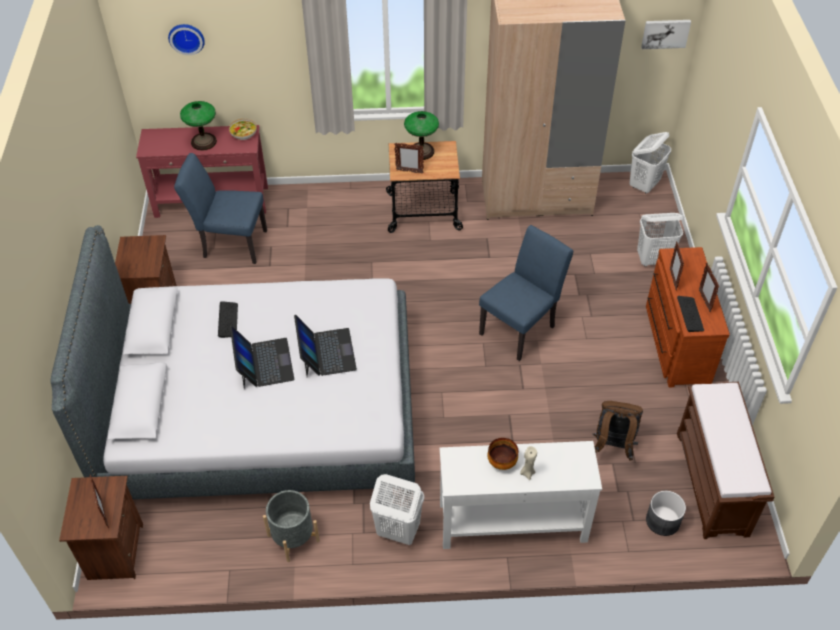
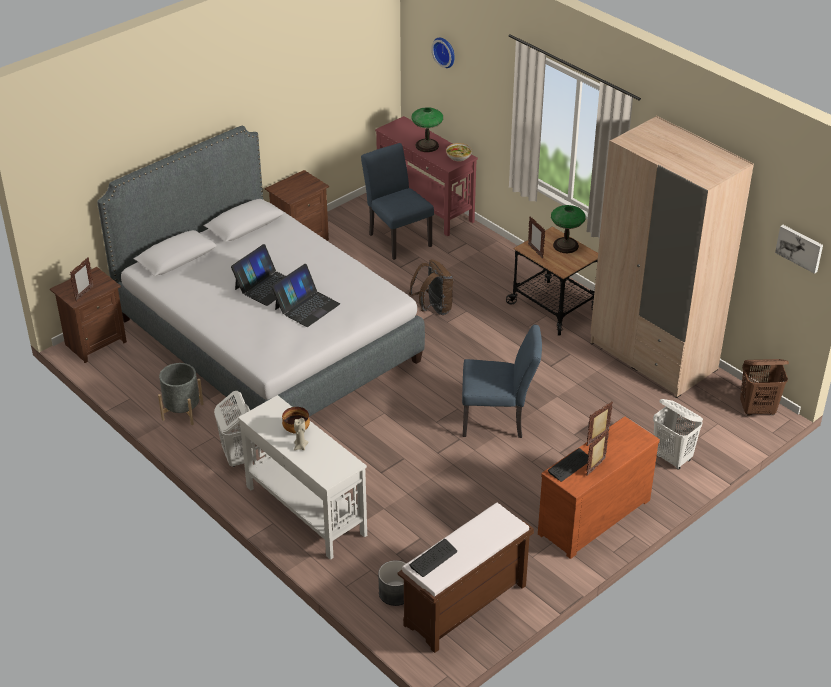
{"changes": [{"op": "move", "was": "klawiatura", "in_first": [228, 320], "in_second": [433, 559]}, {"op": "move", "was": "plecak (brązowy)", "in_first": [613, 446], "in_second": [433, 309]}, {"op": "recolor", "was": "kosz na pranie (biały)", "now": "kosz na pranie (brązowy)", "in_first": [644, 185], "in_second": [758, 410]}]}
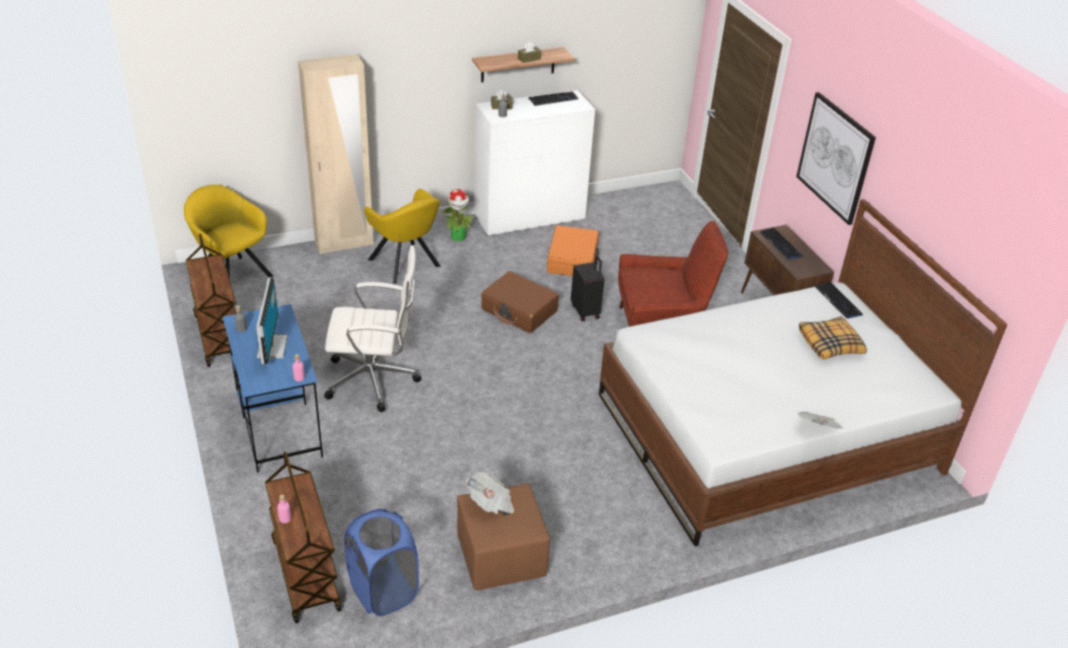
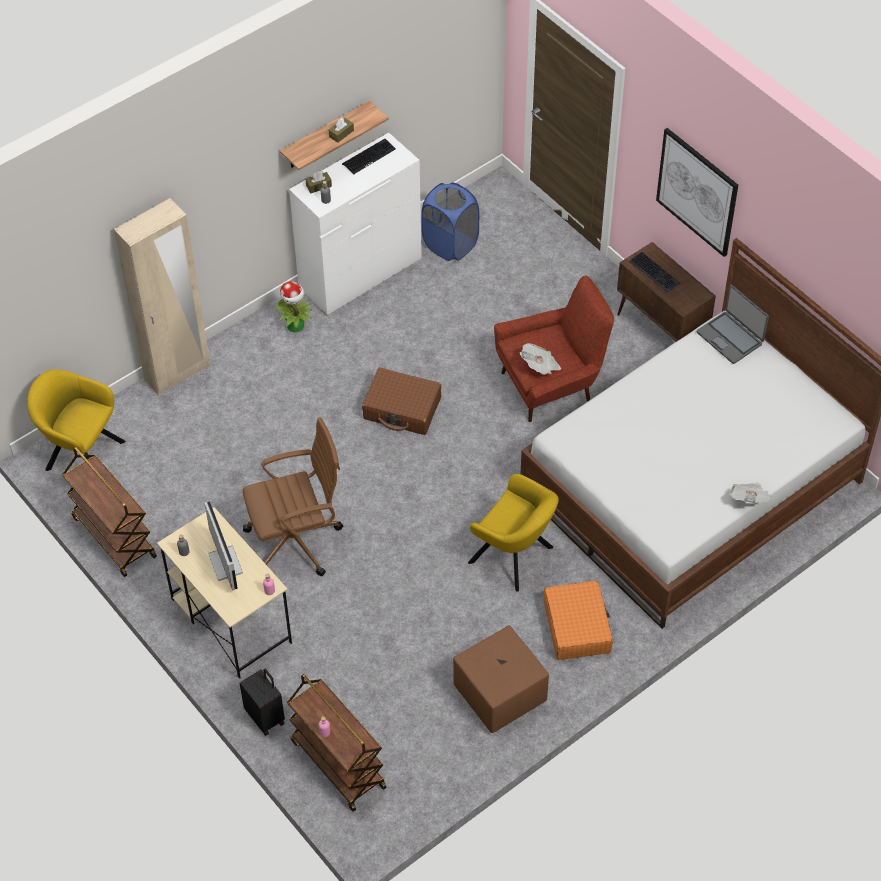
{"changes": [{"op": "delete", "was": "poduszka", "in_first": [830, 344]}, {"op": "move", "was": "kosz na pranie (niebieski)", "in_first": [383, 591], "in_second": [450, 244]}, {"op": "move", "was": "fotel (żółty)", "in_first": [406, 265], "in_second": [514, 557]}, {"op": "move", "was": "gazeta", "in_first": [490, 503], "in_second": [540, 366]}, {"op": "move", "was": "walizka (pomarańczowy)", "in_first": [572, 260], "in_second": [577, 626]}, {"op": "move", "was": "walizka (czarny)", "in_first": [586, 311], "in_second": [266, 717]}, {"op": "replace", "was": "klawiatura", "now": "laptop", "in_first": [838, 301], "in_second": [730, 338]}, {"op": "recolor", "was": "biurko (niebieski)", "now": "biurko (beżowy)", "in_first": [278, 423], "in_second": [230, 620]}, {"op": "recolor", "was": "krzesło biurowe (biały)", "now": "krzesło biurowe (brązowy)", "in_first": [374, 380], "in_second": [297, 541]}]}
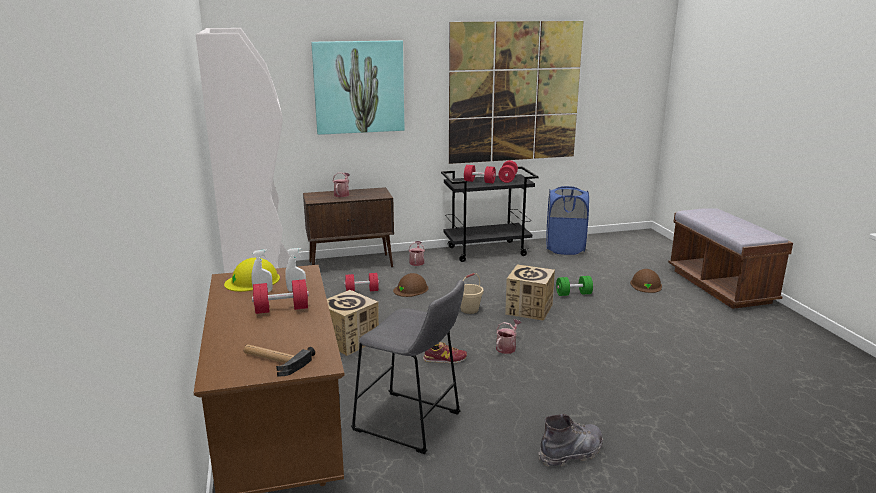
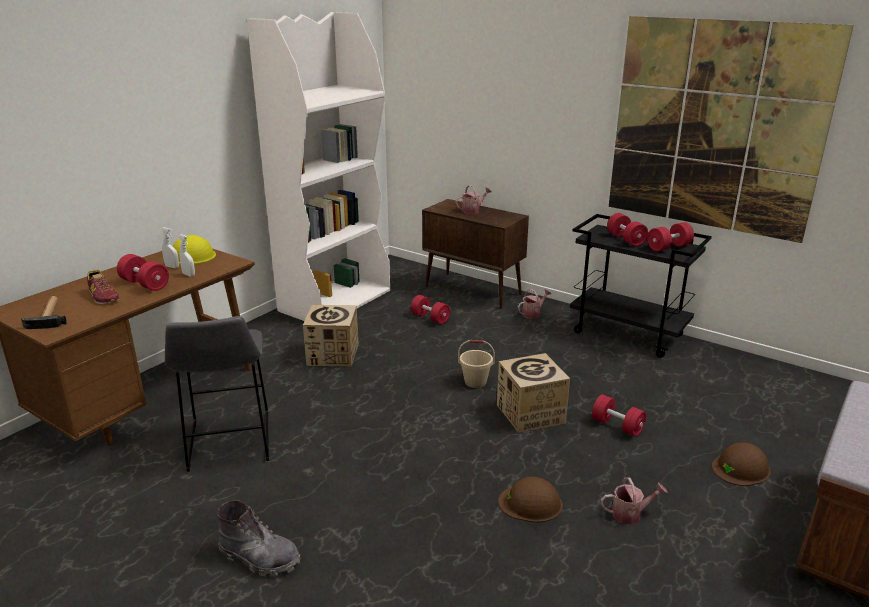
{"changes": [{"op": "delete", "was": "obraz", "in_first": [359, 87]}, {"op": "delete", "was": "kosz na pranie (niebieski)", "in_first": [565, 248]}, {"op": "move", "was": "kask (brązowy)", "in_first": [411, 289], "in_second": [530, 503]}, {"op": "move", "was": "but", "in_first": [445, 359], "in_second": [103, 296]}, {"op": "move", "was": "konewka", "in_first": [507, 347], "in_second": [630, 513]}, {"op": "recolor", "was": "hantel (zielony)", "now": "hantel (czerwony)", "in_first": [573, 294], "in_second": [617, 426]}]}
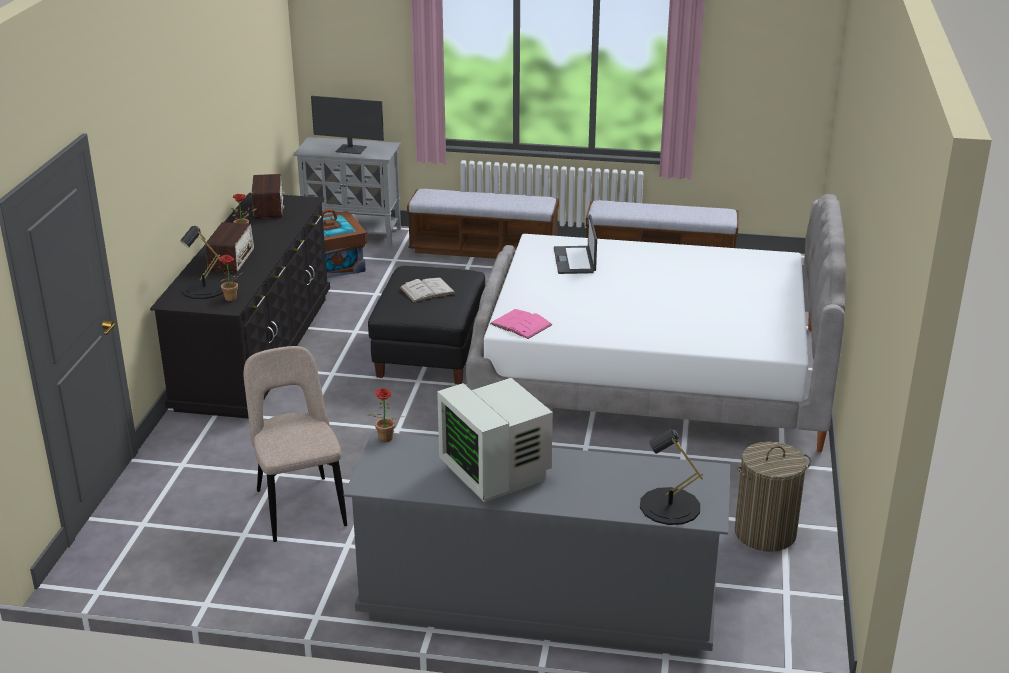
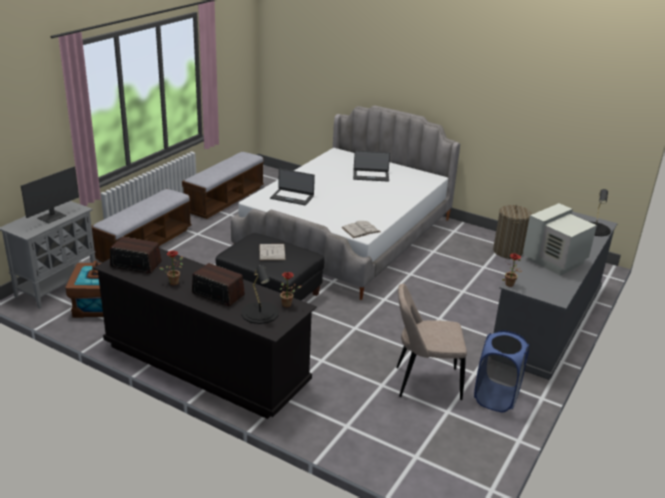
{"changes": [{"op": "insert", "now": "laptop", "in_second": [371, 176]}, {"op": "insert", "now": "kosz na pranie (niebieski)", "in_second": [496, 397]}, {"op": "recolor", "was": "książka (różowy)", "now": "książka (biały)", "in_first": [521, 324], "in_second": [360, 230]}, {"op": "rotate", "was": "monitor", "in_first": [497, 473], "in_second": [555, 261], "clockwise": 150}]}
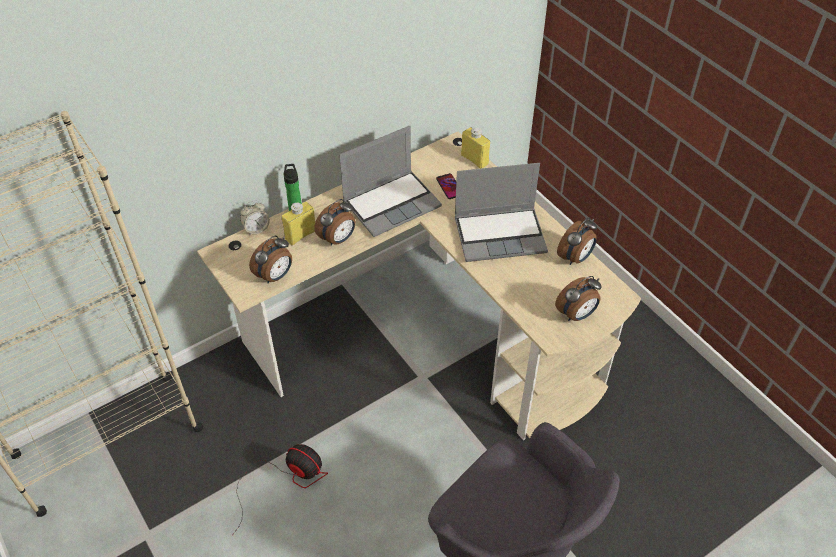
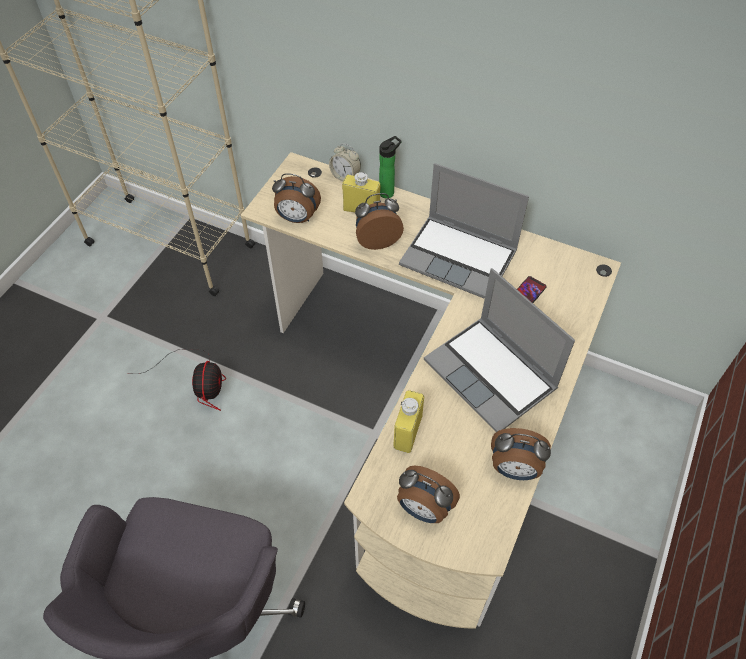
{"changes": [{"op": "move", "was": "butelka (żółty)", "in_first": [474, 159], "in_second": [407, 432]}, {"op": "rotate", "was": "budzik", "in_first": [338, 239], "in_second": [377, 240], "clockwise": 150}]}
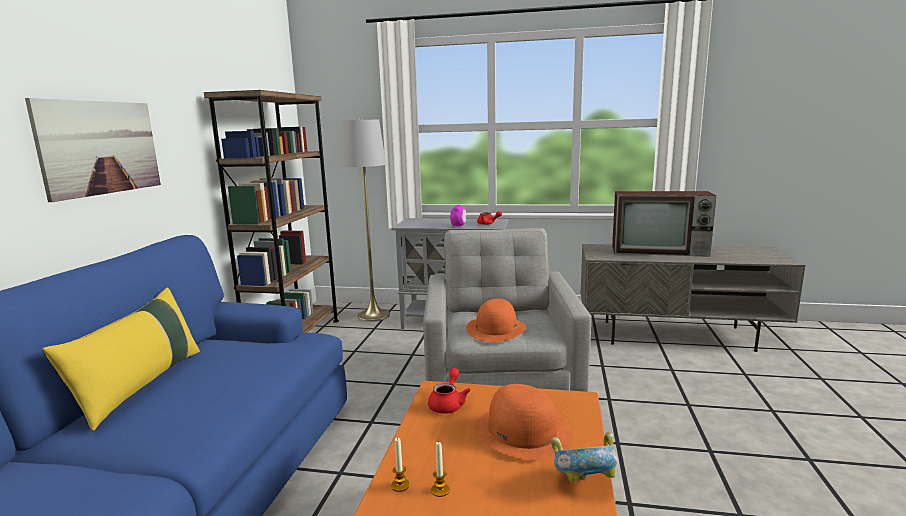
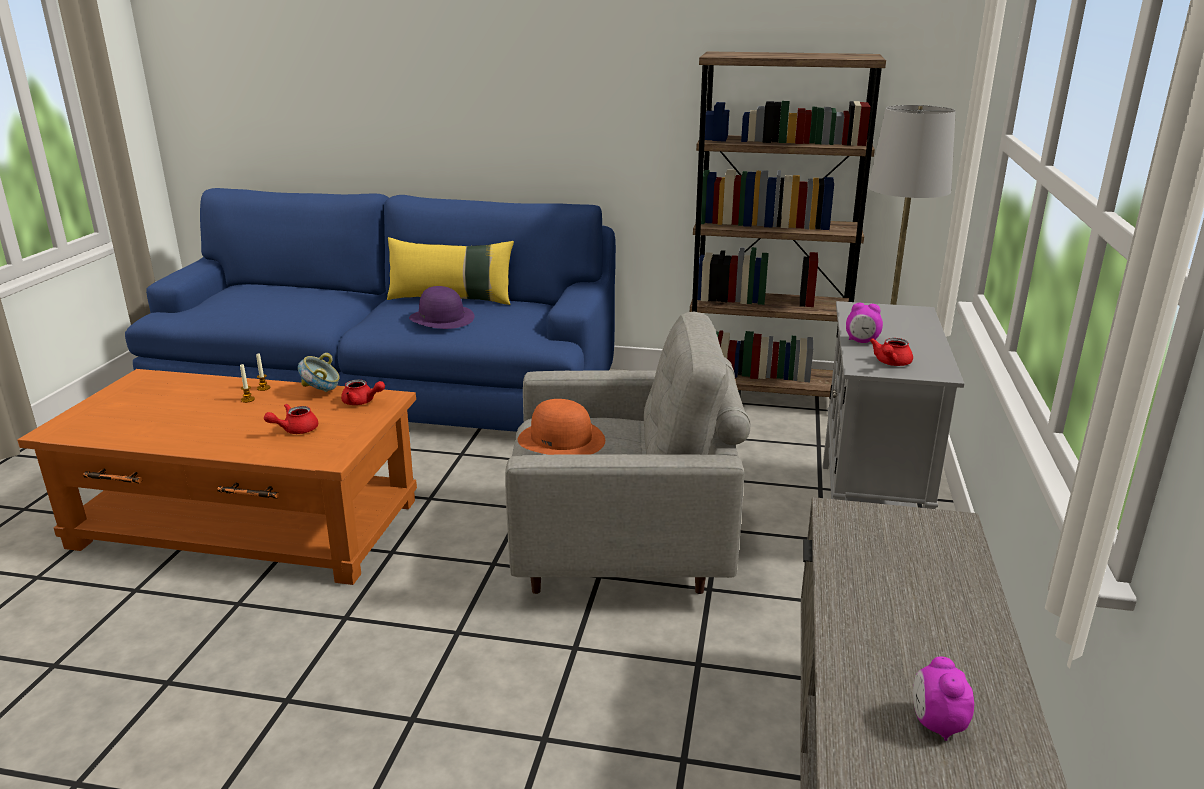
{"changes": [{"op": "delete", "was": "obraz", "in_first": [100, 147]}, {"op": "delete", "was": "telewizor", "in_first": [660, 251]}, {"op": "insert", "now": "kapelusz (fioletowy)", "in_second": [442, 318]}, {"op": "insert", "now": "budzik", "in_second": [936, 724]}, {"op": "move", "was": "miska", "in_first": [584, 483], "in_second": [321, 392]}, {"op": "replace", "was": "kapelusz (pomarańczowy)", "now": "imbryk (czerwony)", "in_first": [523, 432], "in_second": [295, 430]}]}
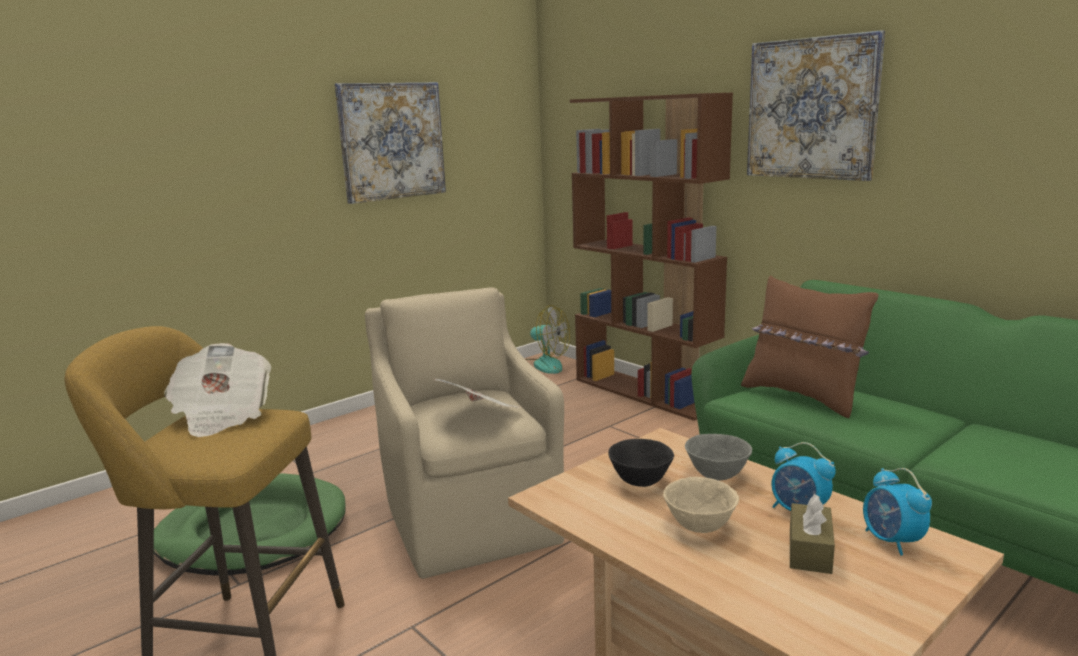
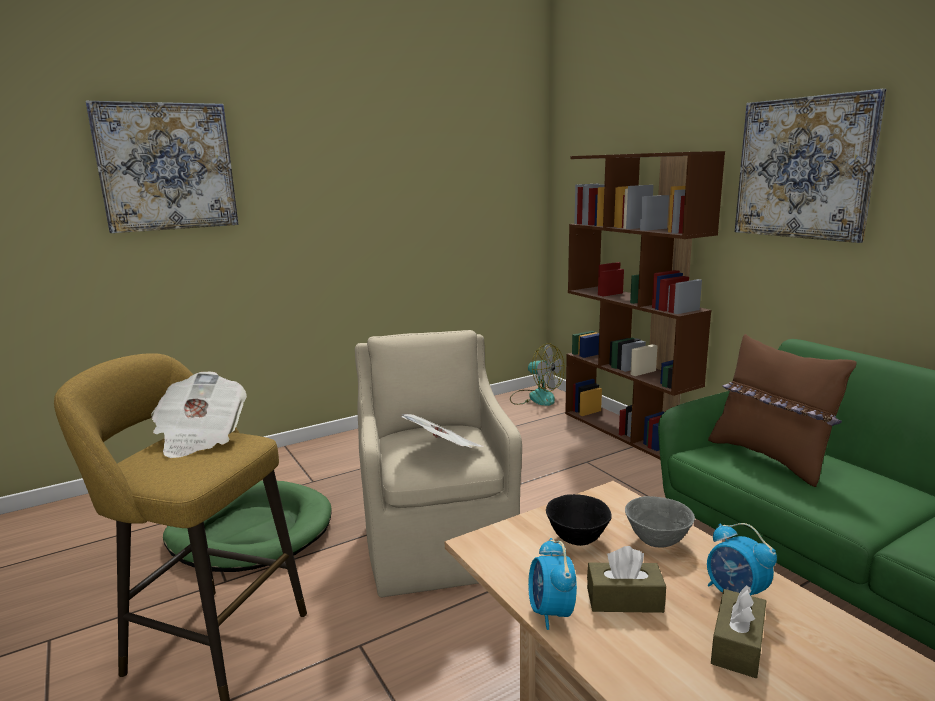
{"changes": [{"op": "move", "was": "obraz", "in_first": [392, 141], "in_second": [166, 167]}, {"op": "move", "was": "budzik", "in_first": [892, 541], "in_second": [551, 613]}, {"op": "replace", "was": "miska (beżowy)", "now": "pudełko chusteczek (brązowy)", "in_first": [699, 527], "in_second": [624, 600]}]}
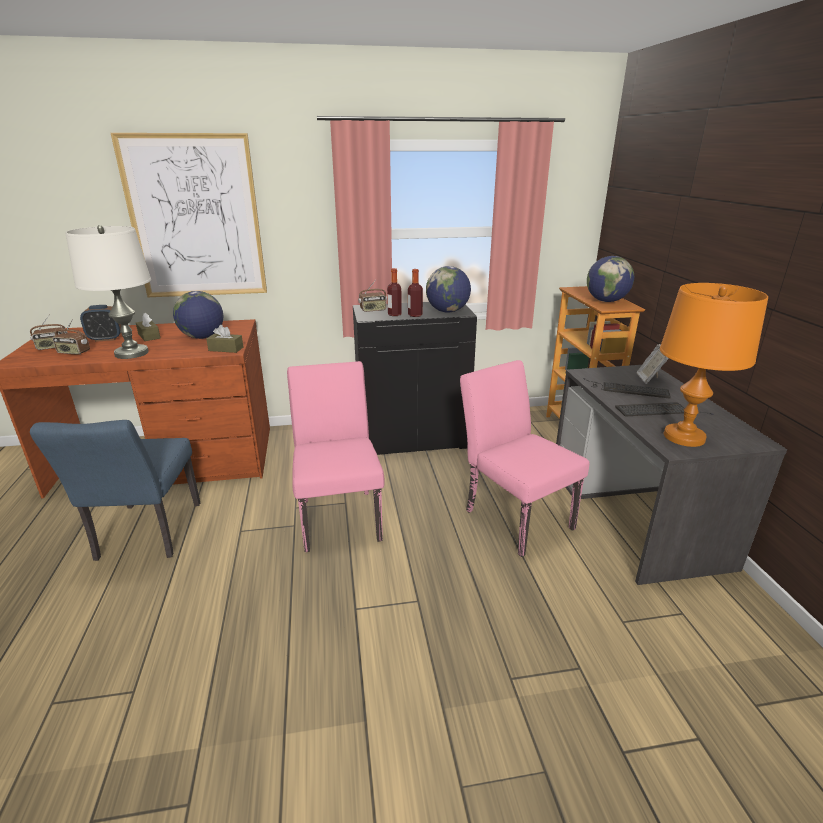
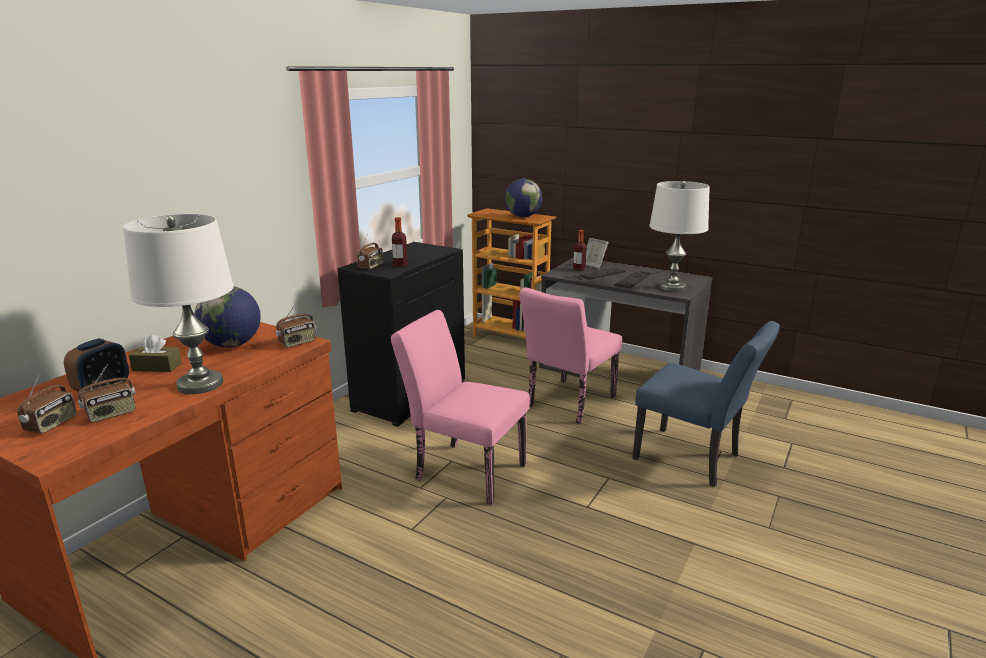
{"changes": [{"op": "delete", "was": "obraz", "in_first": [195, 218]}, {"op": "delete", "was": "globus", "in_first": [447, 311]}, {"op": "move", "was": "krzesło (niebieski)", "in_first": [146, 536], "in_second": [694, 459]}, {"op": "move", "was": "butelka", "in_first": [415, 315], "in_second": [579, 269]}, {"op": "replace", "was": "pudełko chusteczek (brązowy)", "now": "radio", "in_first": [226, 349], "in_second": [297, 343]}, {"op": "recolor", "was": "lampa stołowa (pomarańczowy)", "now": "lampa stołowa (biały)", "in_first": [684, 437], "in_second": [672, 287]}, {"op": "rotate", "was": "krzesło (różowy)", "in_first": [513, 515], "in_second": [567, 404], "clockwise": -60}]}
